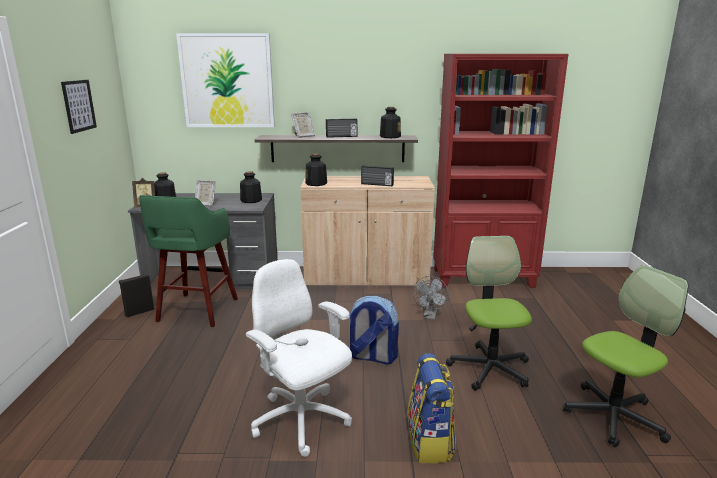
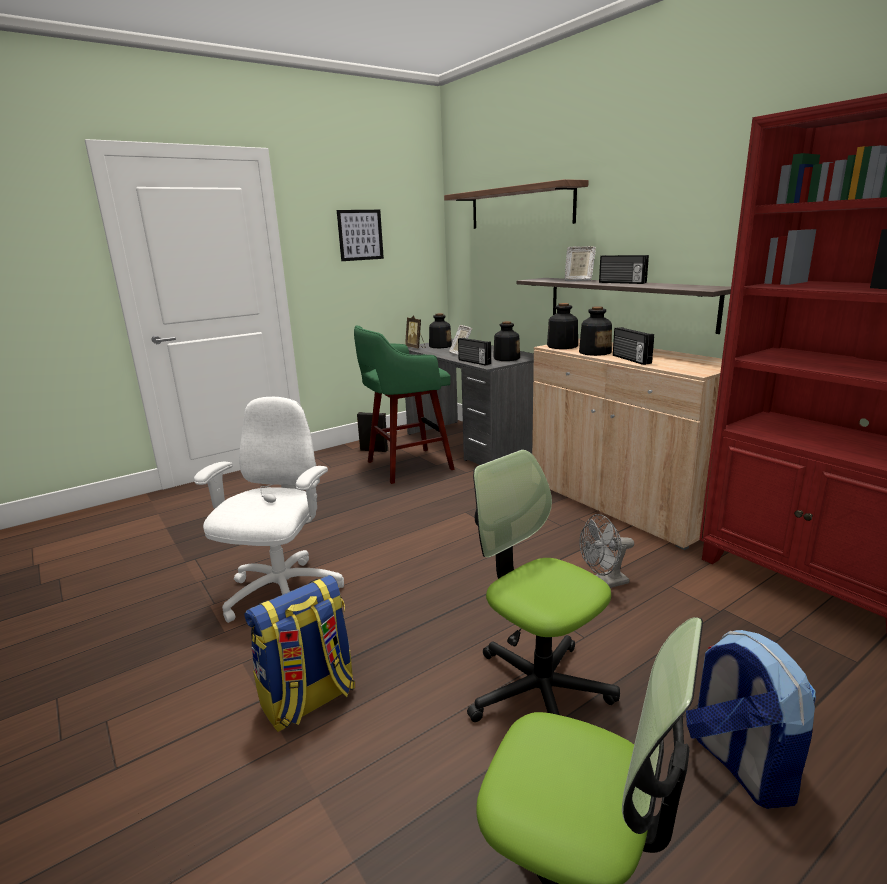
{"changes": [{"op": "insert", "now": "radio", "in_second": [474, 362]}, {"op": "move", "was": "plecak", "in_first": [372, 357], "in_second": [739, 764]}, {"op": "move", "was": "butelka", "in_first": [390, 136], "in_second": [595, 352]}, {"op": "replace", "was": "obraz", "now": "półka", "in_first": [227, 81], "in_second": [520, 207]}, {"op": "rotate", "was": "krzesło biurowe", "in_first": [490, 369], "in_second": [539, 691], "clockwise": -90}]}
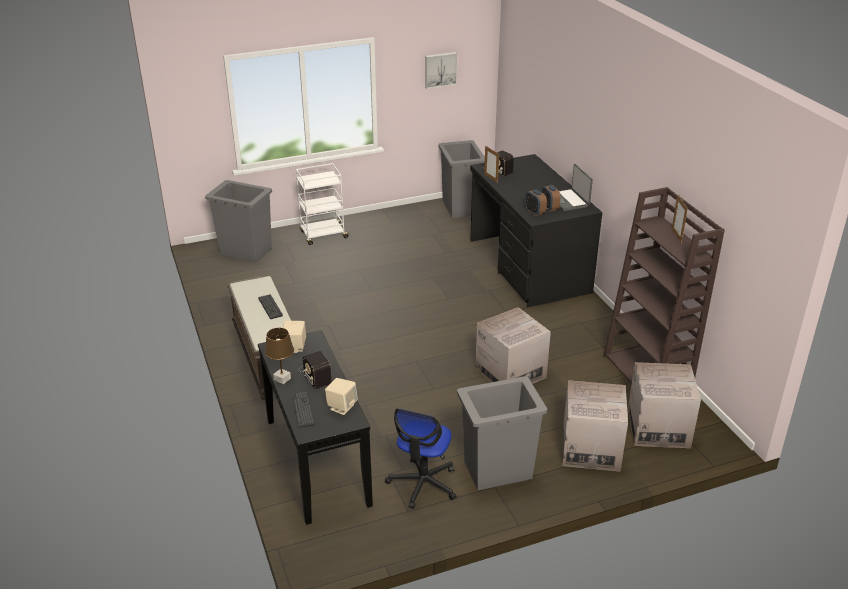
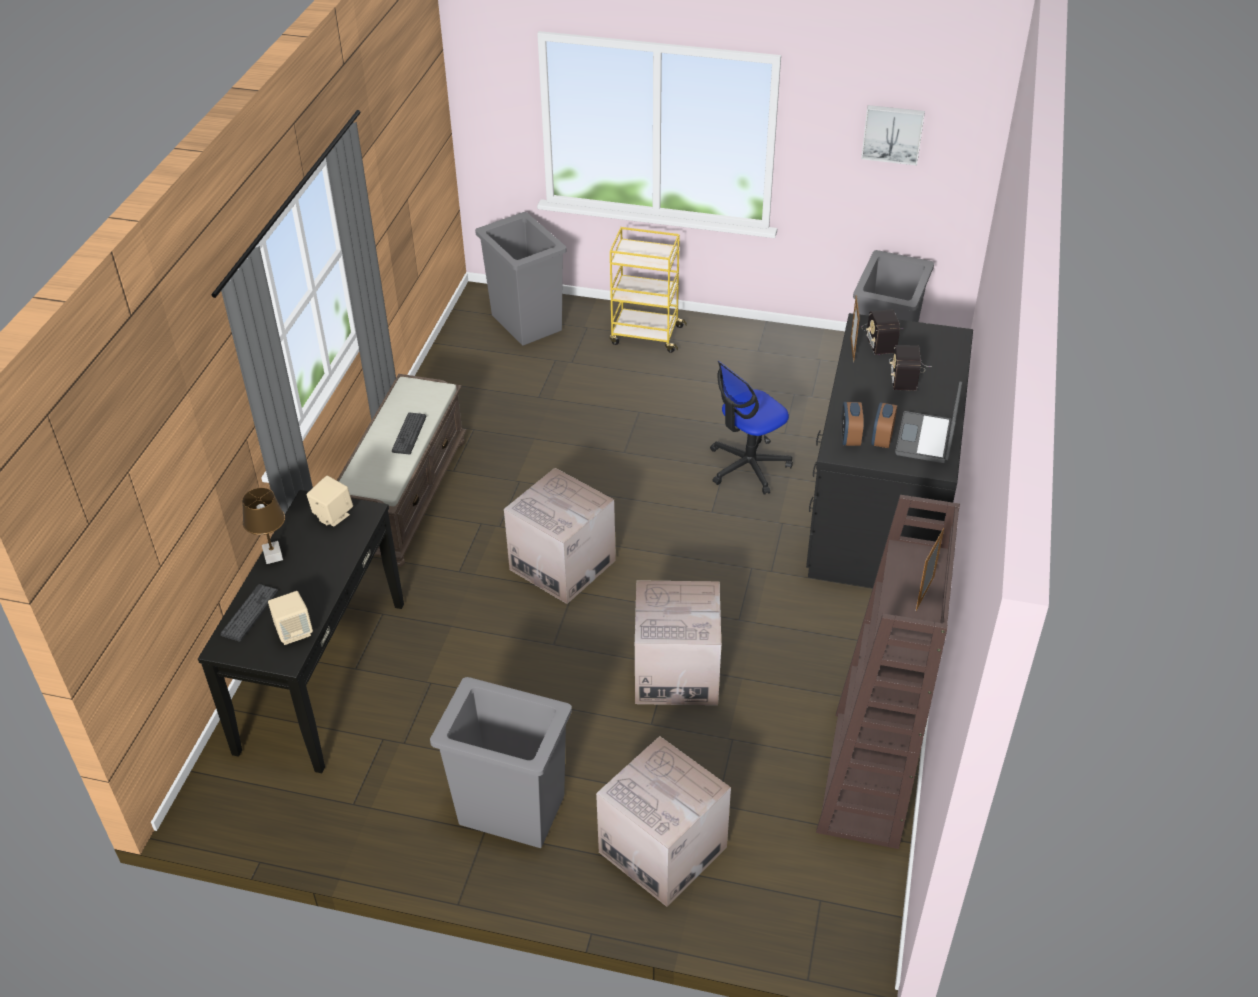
{"changes": [{"op": "move", "was": "radio", "in_first": [315, 374], "in_second": [905, 372]}, {"op": "move", "was": "krzesło biurowe", "in_first": [423, 484], "in_second": [748, 466]}, {"op": "move", "was": "karton", "in_first": [658, 428], "in_second": [562, 565]}, {"op": "recolor", "was": "wózek (biały)", "now": "wózek (żółty)", "in_first": [323, 235], "in_second": [645, 335]}]}
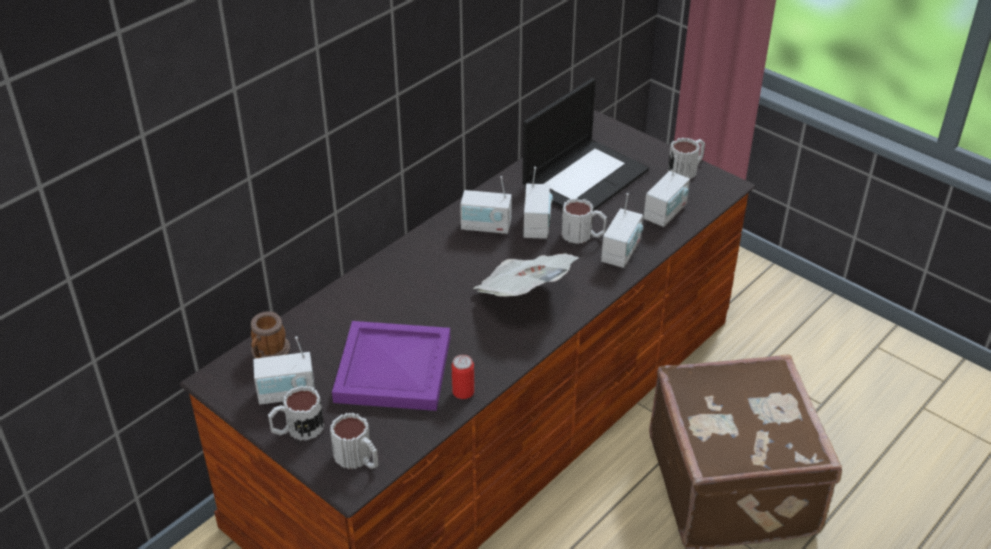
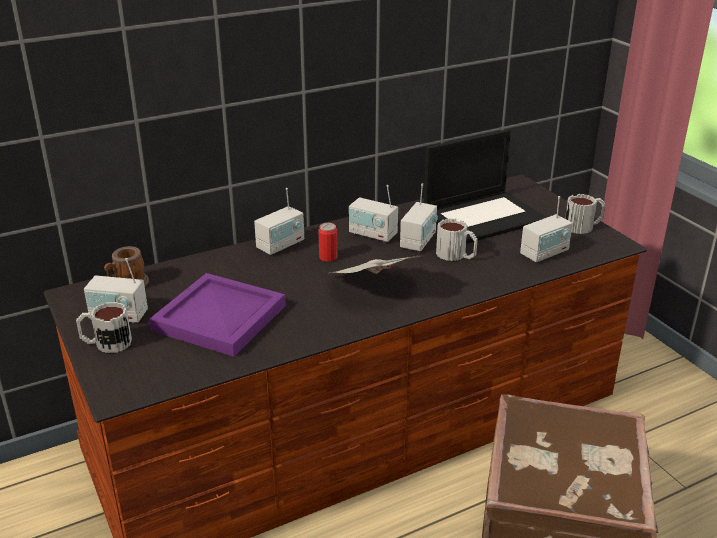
{"changes": [{"op": "delete", "was": "kubek", "in_first": [358, 459]}, {"op": "move", "was": "puszka", "in_first": [463, 391], "in_second": [328, 257]}, {"op": "move", "was": "radio", "in_first": [621, 252], "in_second": [281, 245]}]}
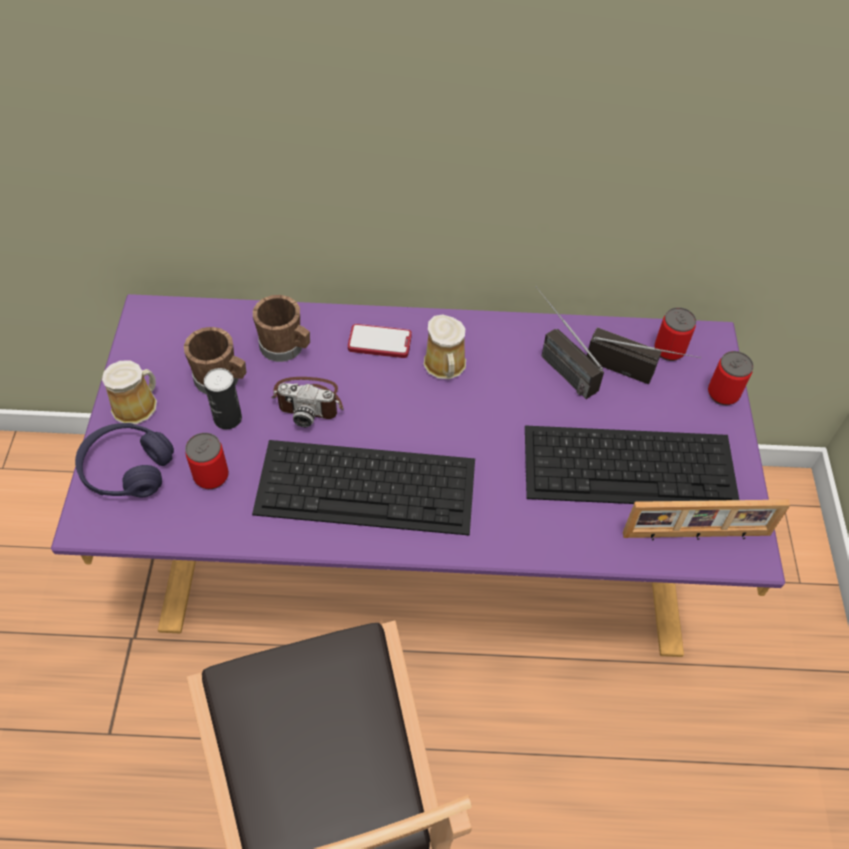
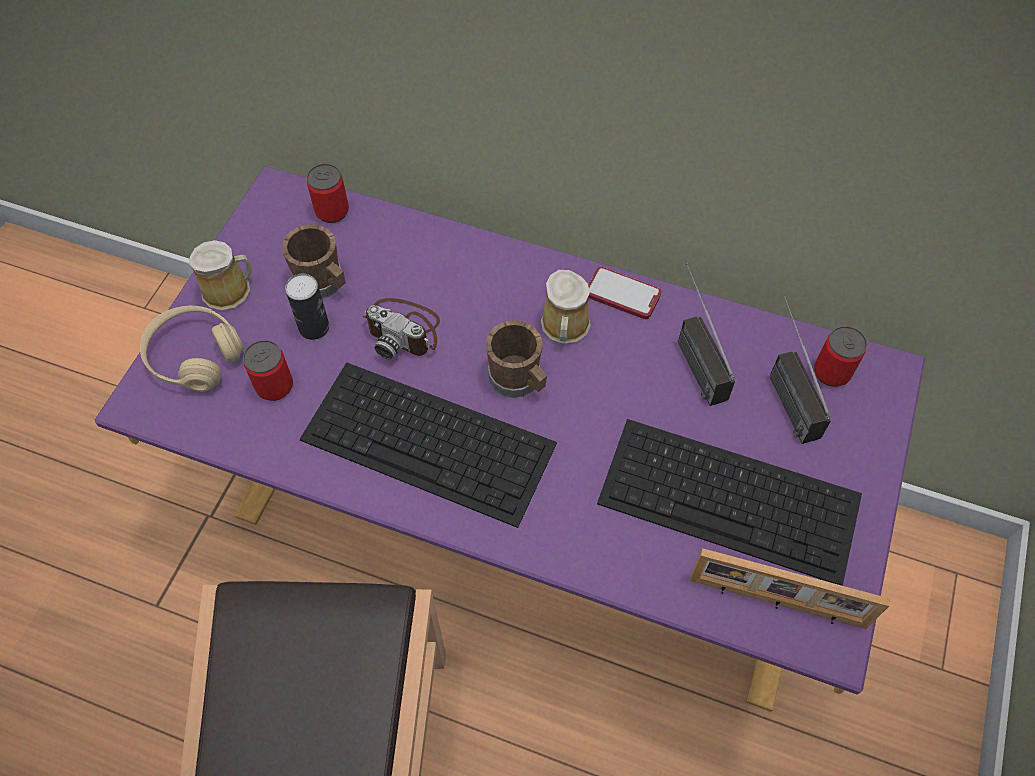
{"changes": [{"op": "move", "was": "kubek (brązowy)", "in_first": [286, 348], "in_second": [518, 380]}, {"op": "move", "was": "telefon", "in_first": [379, 342], "in_second": [622, 294]}, {"op": "move", "was": "puszka", "in_first": [723, 394], "in_second": [332, 211]}, {"op": "recolor", "was": "słuchawki (fioletowy)", "now": "słuchawki (beżowy)", "in_first": [127, 469], "in_second": [195, 356]}, {"op": "rotate", "was": "radio", "in_first": [637, 372], "in_second": [783, 389], "clockwise": -150}]}
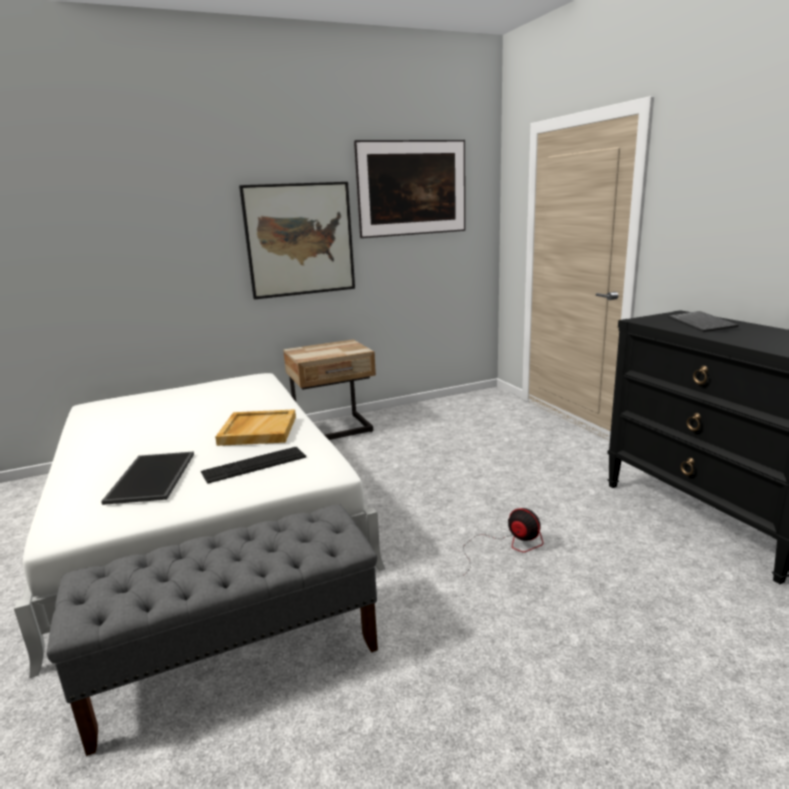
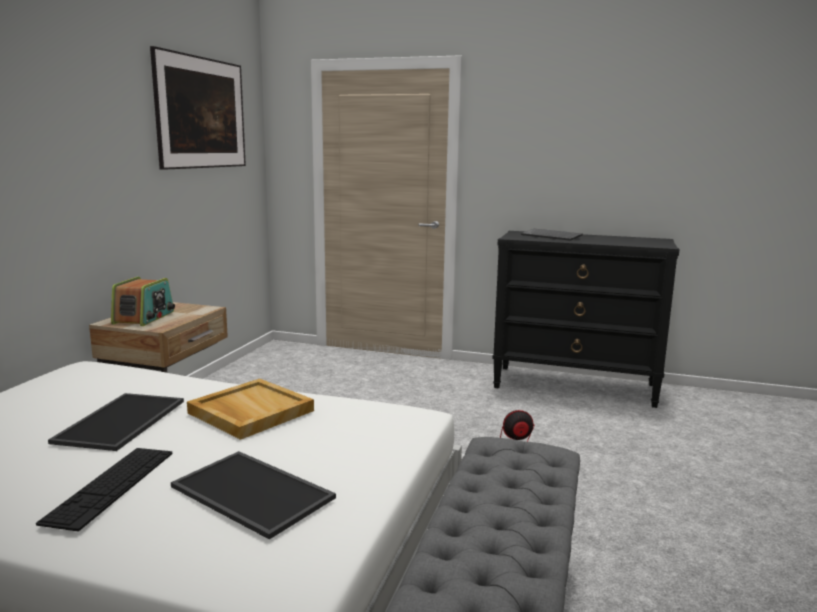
{"changes": [{"op": "delete", "was": "obraz", "in_first": [300, 240]}, {"op": "insert", "now": "taca", "in_second": [122, 422]}, {"op": "insert", "now": "radio", "in_second": [144, 318]}, {"op": "move", "was": "klawiatura", "in_first": [254, 464], "in_second": [111, 485]}]}
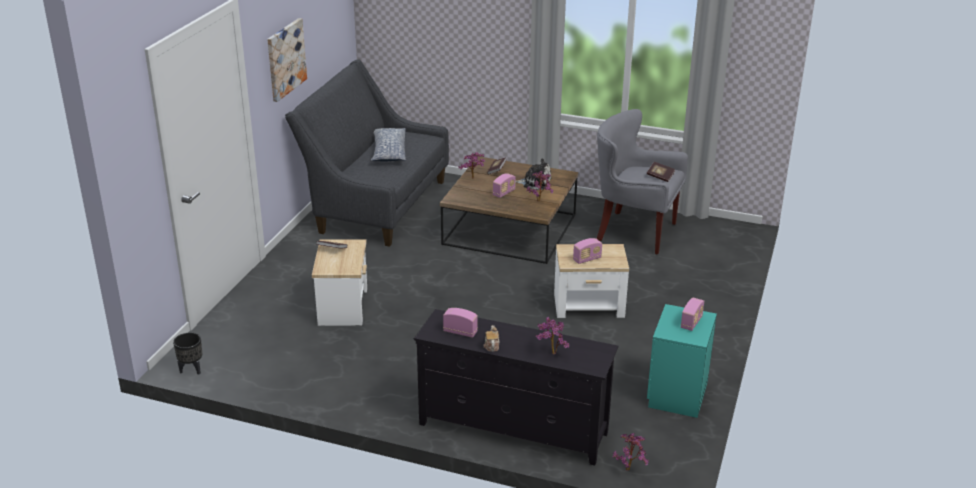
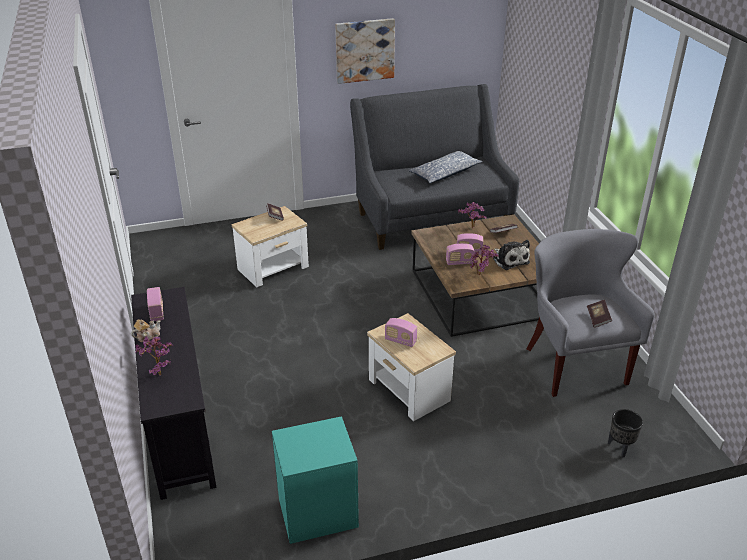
{"changes": [{"op": "delete", "was": "roślina doniczkowa", "in_first": [630, 469]}, {"op": "move", "was": "donica (czarny)", "in_first": [192, 370], "in_second": [620, 448]}, {"op": "move", "was": "radio", "in_first": [691, 322], "in_second": [459, 262]}]}
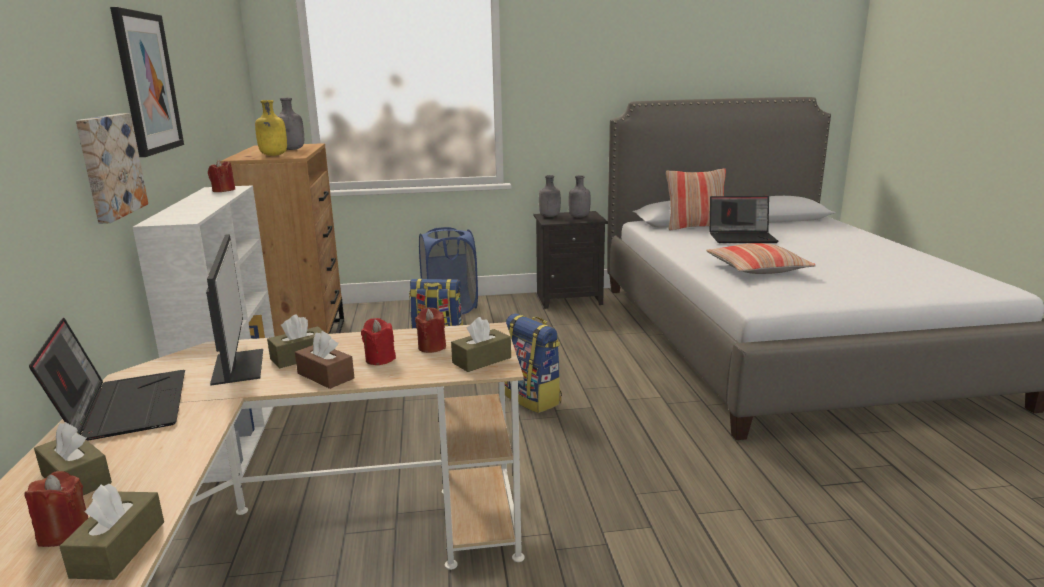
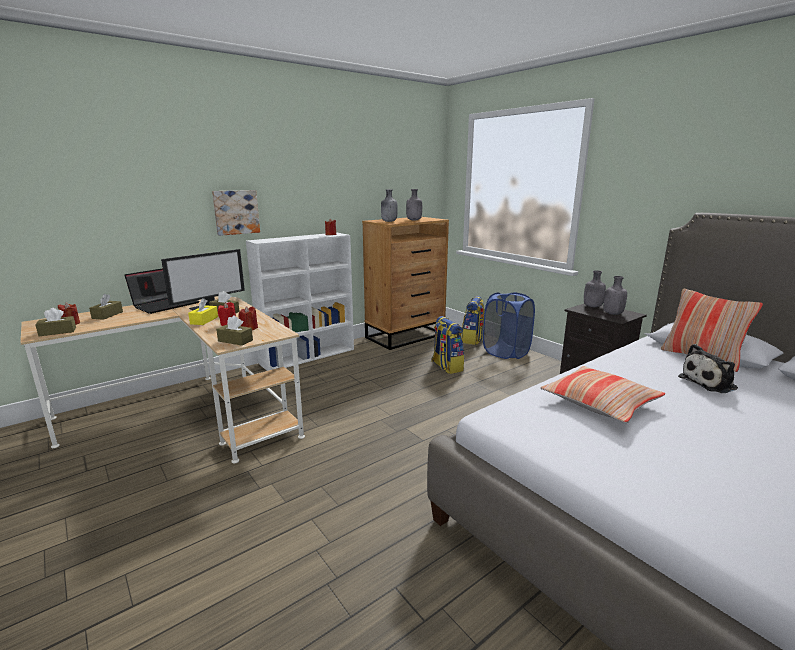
{"changes": [{"op": "delete", "was": "obraz", "in_first": [147, 83]}, {"op": "move", "was": "plecak", "in_first": [533, 398], "in_second": [473, 340]}, {"op": "replace", "was": "laptop", "now": "pluszak", "in_first": [742, 237], "in_second": [710, 383]}, {"op": "recolor", "was": "butelka (żółty)", "now": "butelka (szary)", "in_first": [273, 155], "in_second": [388, 221]}, {"op": "recolor", "was": "pudełko chusteczek (brązowy)", "now": "pudełko chusteczek (żółty)", "in_first": [325, 376], "in_second": [204, 320]}]}
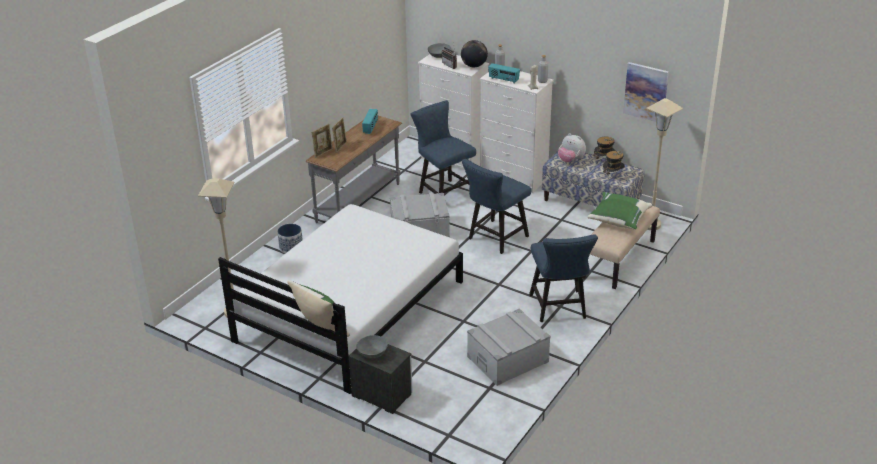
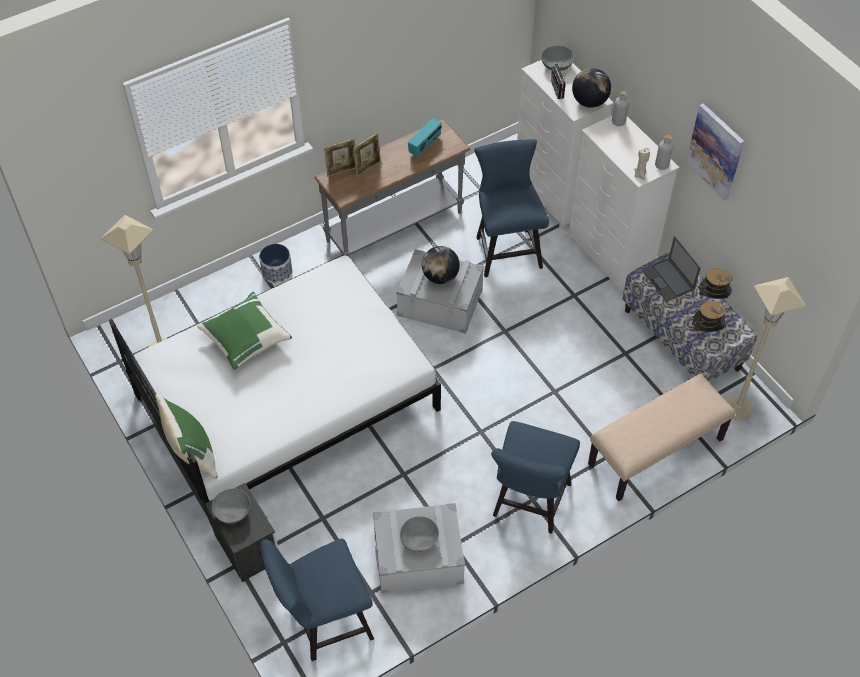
{"changes": [{"op": "delete", "was": "radio", "in_first": [503, 80]}, {"op": "insert", "now": "miska (szary)", "in_second": [419, 539]}, {"op": "insert", "now": "globus", "in_second": [440, 277]}, {"op": "move", "was": "krzesło (niebieski)", "in_first": [495, 239], "in_second": [324, 623]}, {"op": "move", "was": "poduszka (zielony)", "in_first": [618, 220], "in_second": [245, 340]}, {"op": "move", "was": "obraz", "in_first": [646, 92], "in_second": [715, 151]}, {"op": "replace", "was": "pluszak", "now": "laptop", "in_first": [570, 160], "in_second": [668, 280]}]}
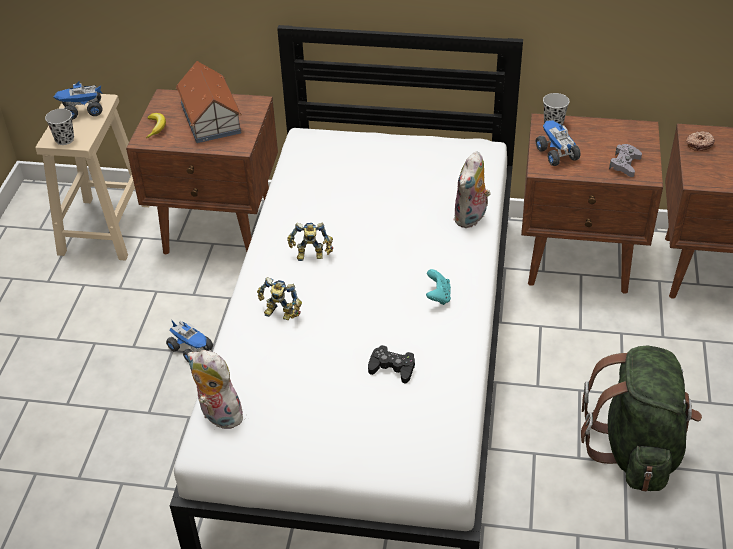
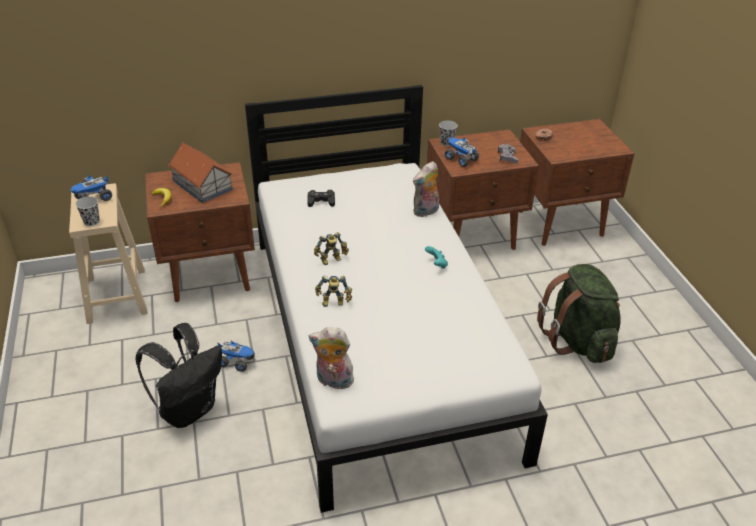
{"changes": [{"op": "insert", "now": "plecak (czarny)", "in_second": [189, 409]}, {"op": "move", "was": "pad do gier (czarny)", "in_first": [392, 368], "in_second": [321, 201]}, {"op": "rotate", "was": "pluszak", "in_first": [471, 218], "in_second": [426, 212], "clockwise": 45}]}
